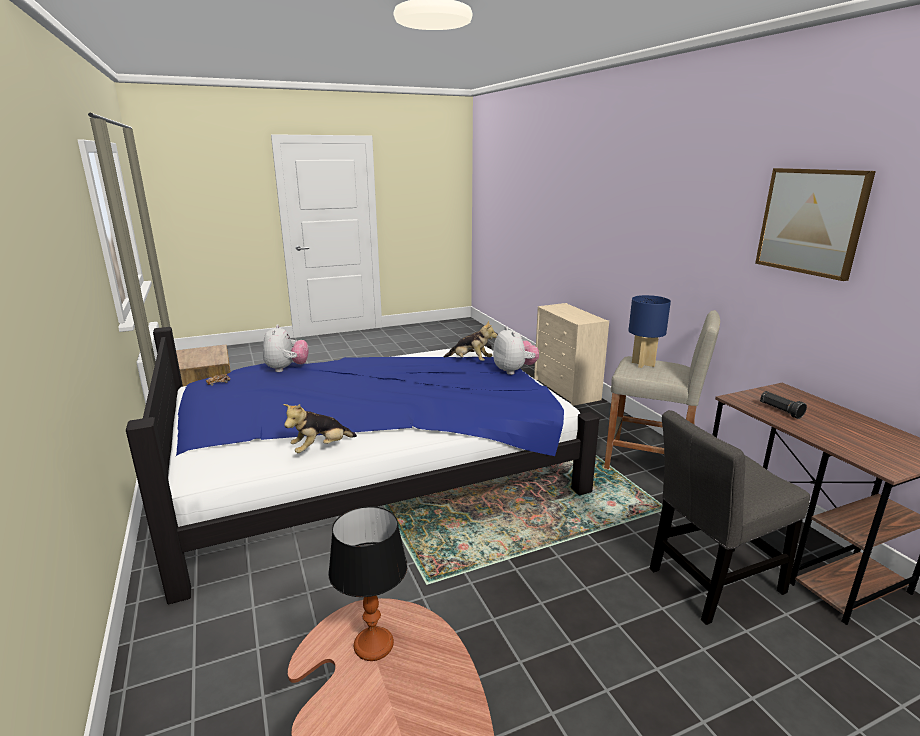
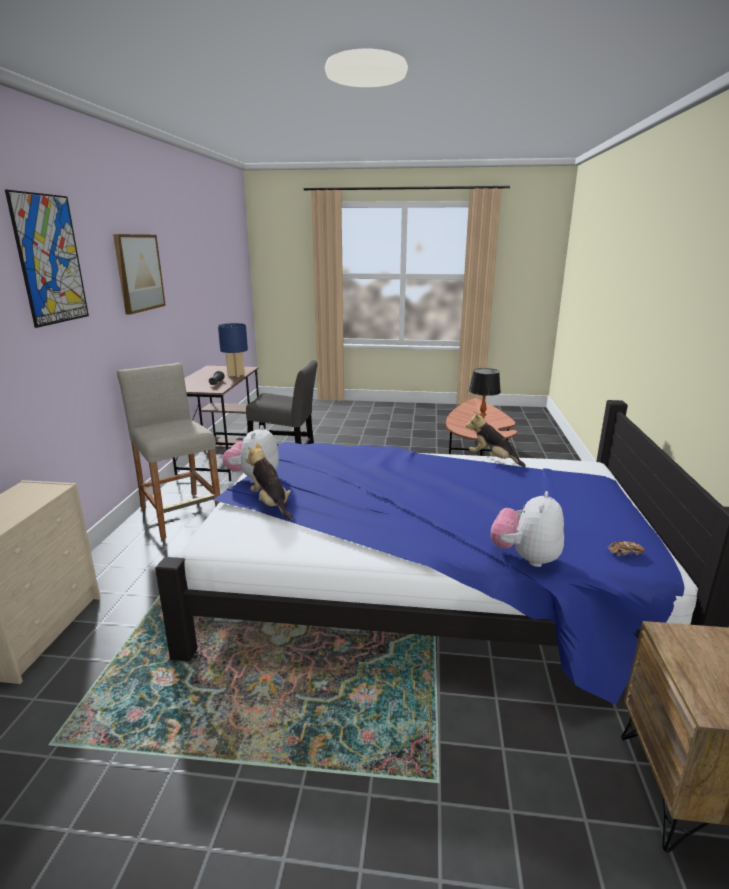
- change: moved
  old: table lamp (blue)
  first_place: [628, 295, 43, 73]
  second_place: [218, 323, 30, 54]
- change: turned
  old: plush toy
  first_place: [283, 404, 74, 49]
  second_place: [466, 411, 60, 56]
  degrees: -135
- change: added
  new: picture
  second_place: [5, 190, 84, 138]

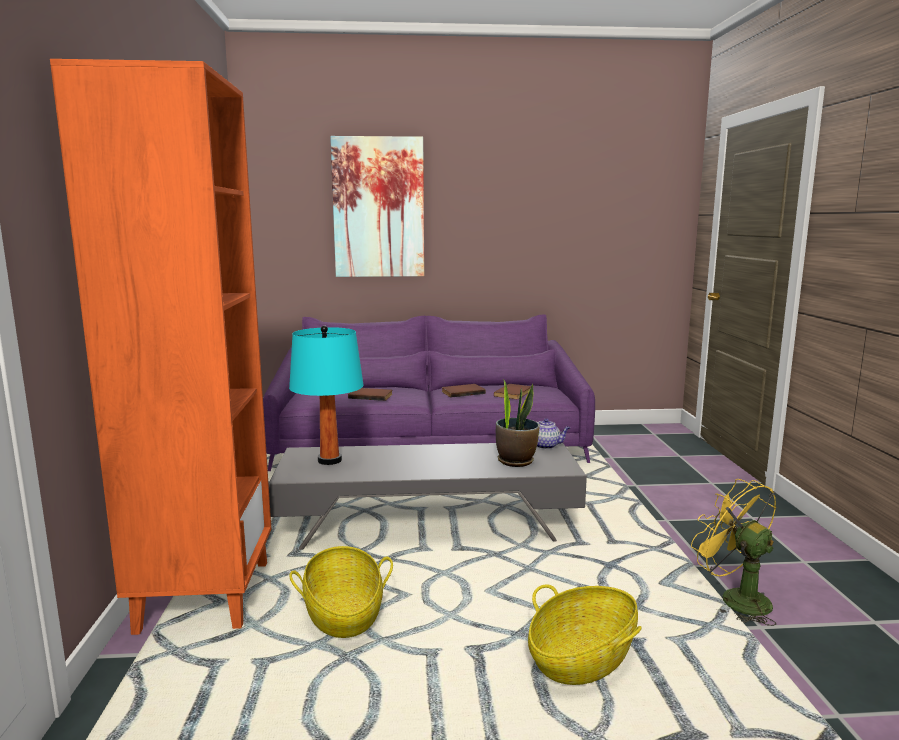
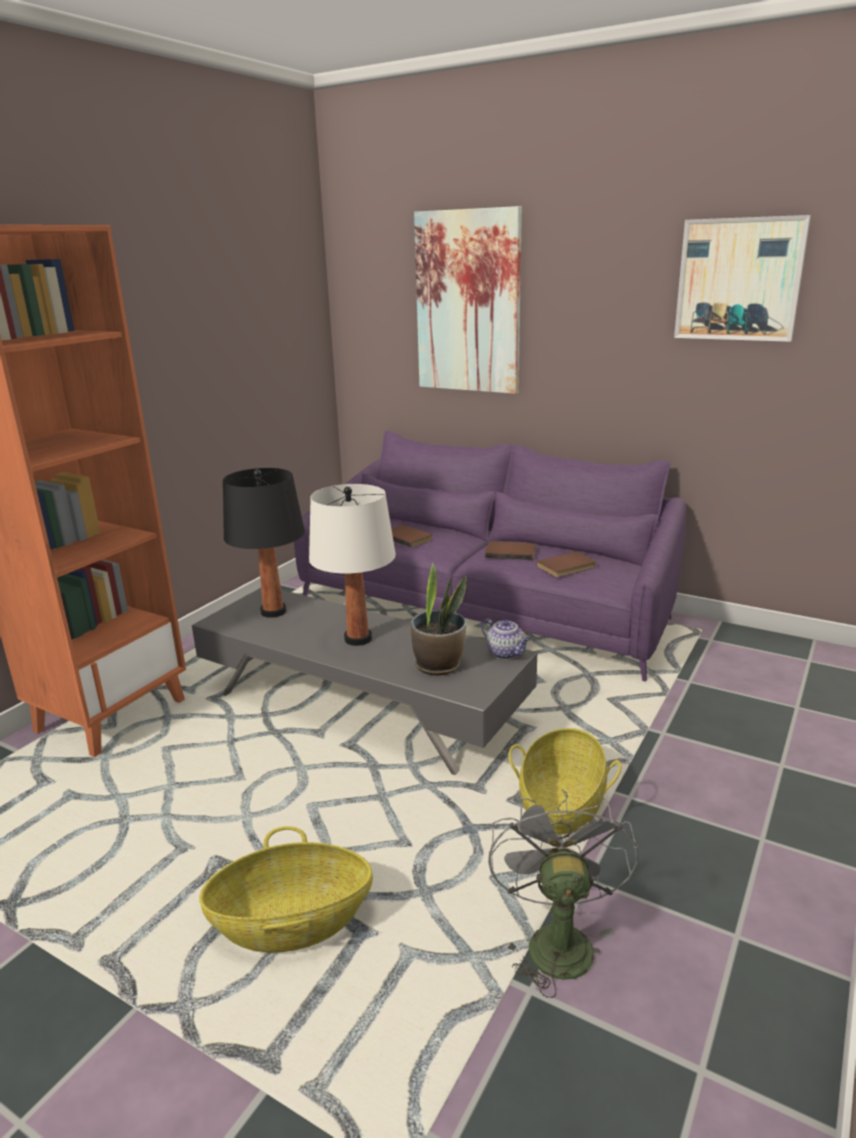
- change: recoloured
  old: table lamp (turquoise)
  new: table lamp (black)
  first_place: [289, 326, 75, 139]
  second_place: [223, 468, 82, 150]
- change: recoloured
  old: fan (yellow)
  new: fan (grey)
  first_place: [691, 479, 85, 147]
  second_place: [488, 789, 150, 209]
- change: moved
  old: basket
  first_place: [289, 546, 104, 92]
  second_place: [508, 728, 114, 106]
- change: added
  new: picture
  second_place: [674, 215, 137, 127]
- change: added
  new: table lamp (white)
  second_place: [309, 484, 87, 162]

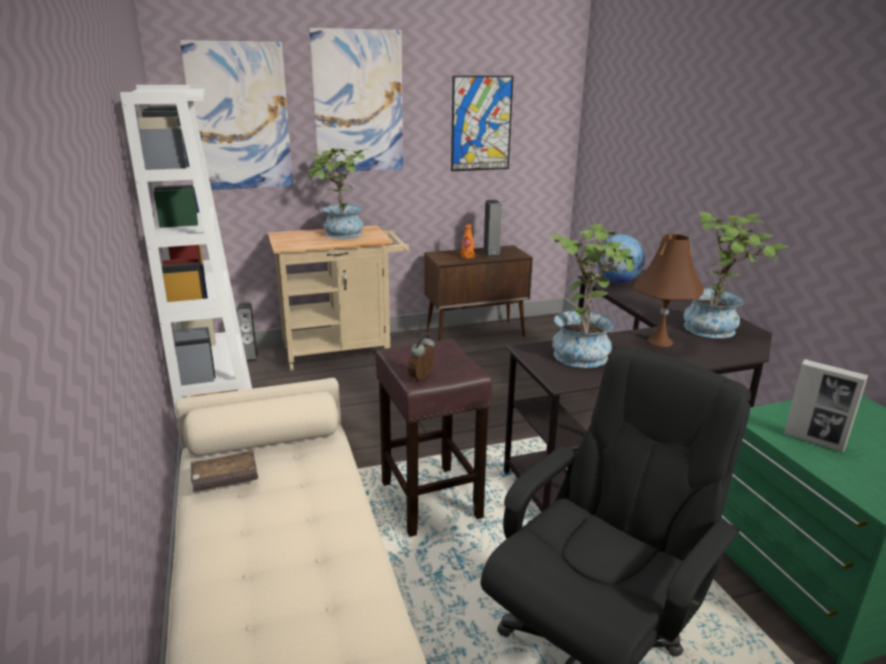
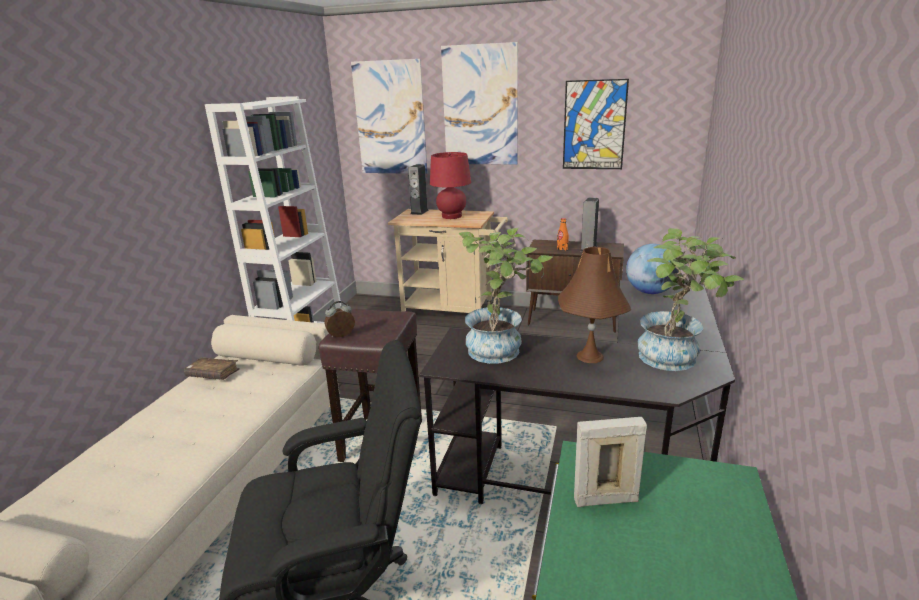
- change: replaced
  old: potted plant
  new: table lamp (red)
  first_place: [308, 148, 59, 91]
  second_place: [430, 152, 41, 67]
- change: moved
  old: speaker
  first_place: [237, 302, 21, 60]
  second_place: [408, 164, 21, 51]
- change: turned
  old: picture frame
  first_place: [784, 359, 84, 93]
  second_place: [574, 417, 73, 90]
  degrees: 105

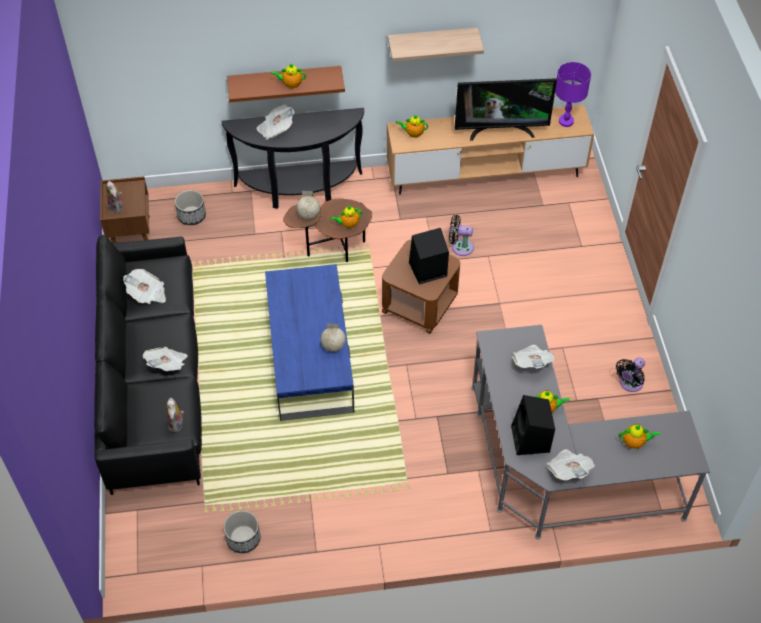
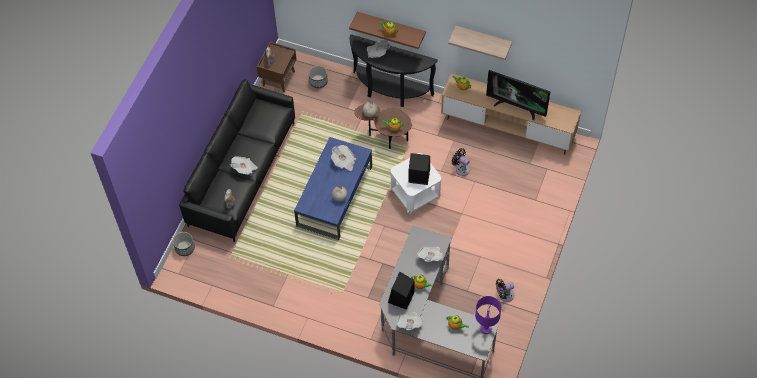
- change: moved
  old: table lamp (purple)
  first_place: [555, 62, 36, 65]
  second_place: [475, 296, 26, 38]
- change: recoloured
  old: side table (brown)
  new: side table (white)
  first_place: [382, 240, 78, 94]
  second_place: [390, 153, 51, 61]
- change: moved
  old: newspaper
  first_place: [123, 269, 43, 35]
  second_place: [331, 145, 25, 26]
- change: moved
  old: planter
  first_place: [223, 510, 37, 43]
  second_place: [173, 232, 22, 24]

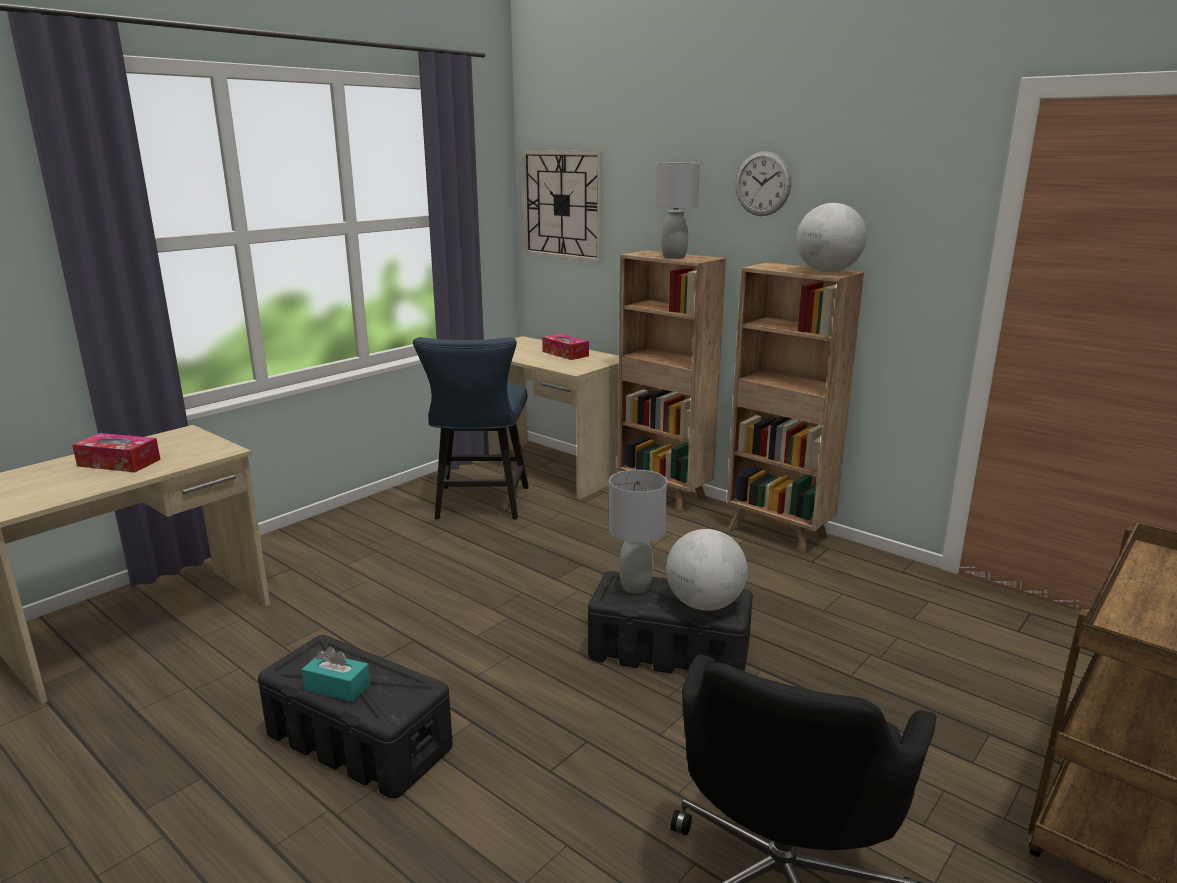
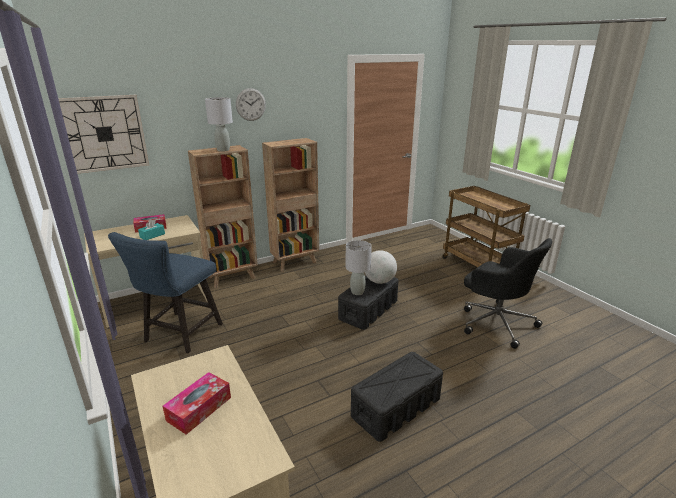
- change: removed
  old: globe
  first_place: [796, 203, 71, 69]
- change: turned
  old: chair (blue)
  first_place: [413, 337, 116, 183]
  second_place: [108, 232, 115, 121]
  degrees: 90
- change: moved
  old: tissue box (turquoise)
  first_place: [302, 647, 68, 55]
  second_place: [138, 219, 27, 21]

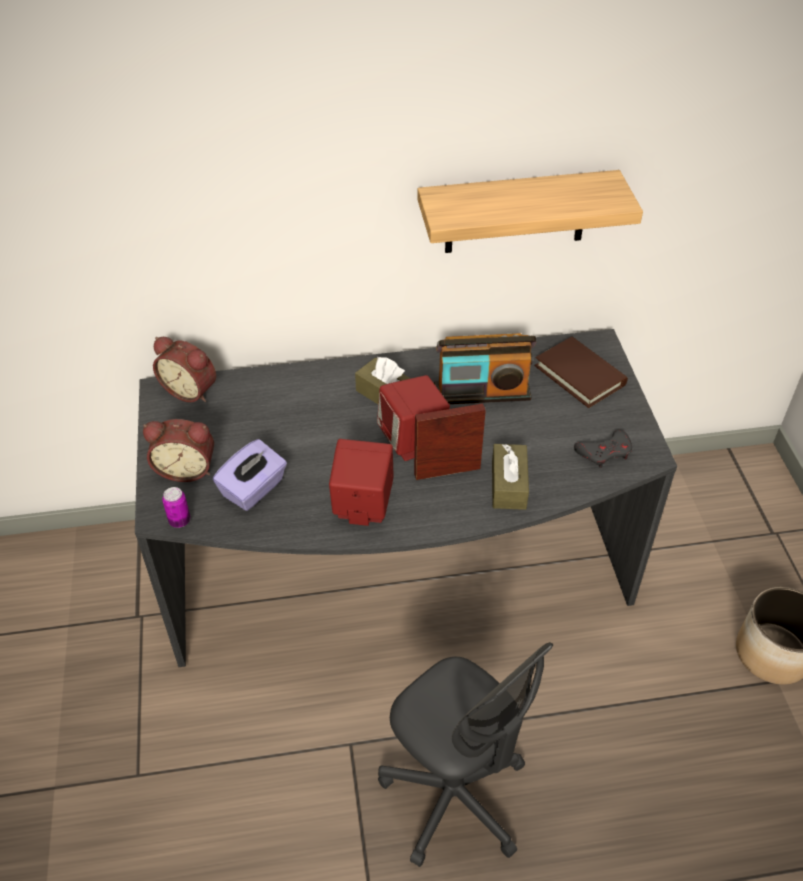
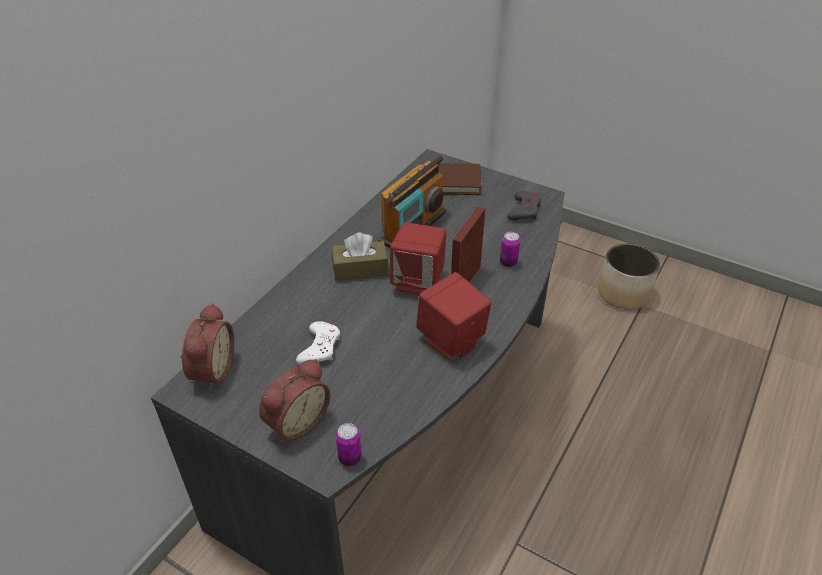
- change: removed
  old: shelf
  first_place: [417, 170, 226, 83]
- change: turned
  old: alarm clock
  first_place: [153, 337, 63, 65]
  second_place: [181, 303, 53, 87]
  degrees: -60
- change: removed
  old: tissue box (purple)
  first_place: [213, 439, 74, 72]
- change: replaced
  old: tissue box (brown)
  new: can
  first_place: [492, 444, 37, 66]
  second_place: [500, 232, 20, 35]
- change: removed
  old: office chair (grey)
  first_place: [378, 642, 175, 225]
- change: added
  new: game controller (white)
  second_place: [296, 321, 44, 44]

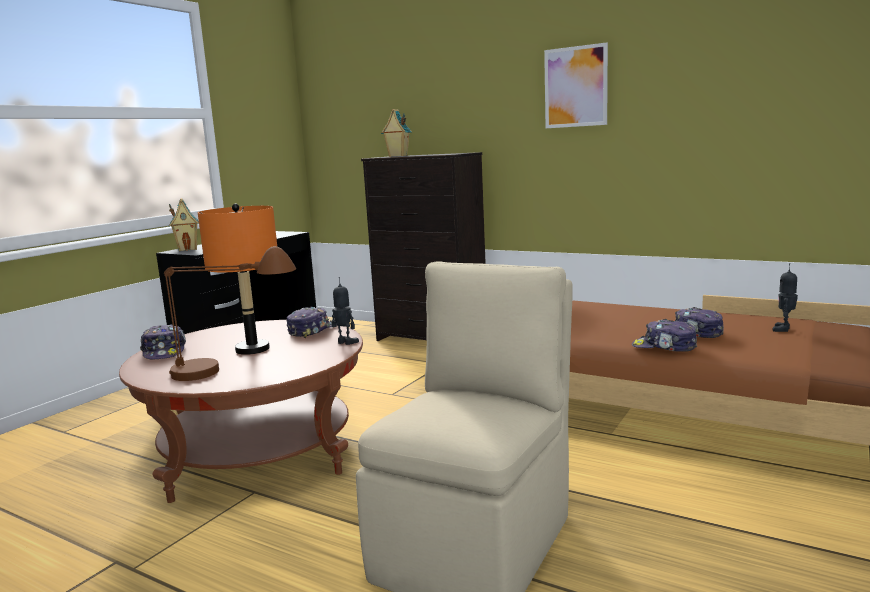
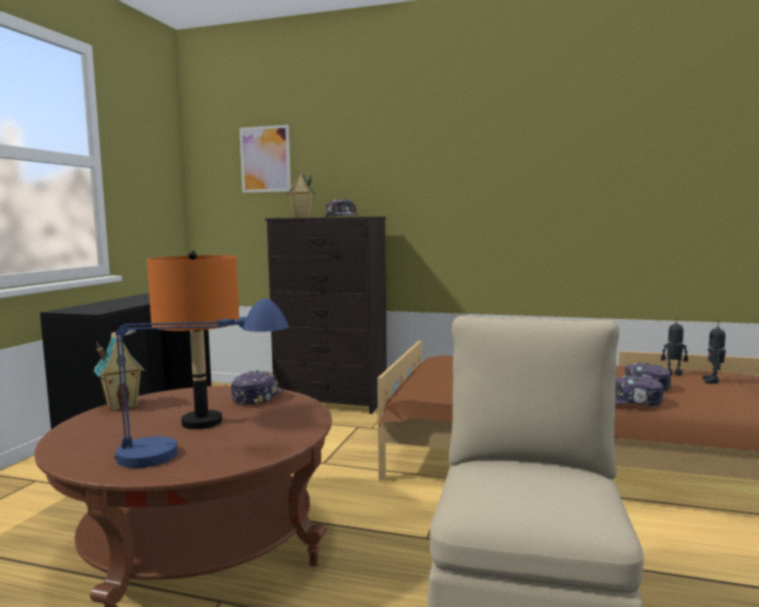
- change: moved
  old: picture
  first_place: [544, 42, 64, 86]
  second_place: [239, 125, 52, 68]
- change: moved
  old: toy house
  first_place: [168, 198, 31, 53]
  second_place: [93, 332, 52, 79]
- change: recoloured
  old: table lamp (brown)
  new: table lamp (blue)
  first_place: [164, 246, 132, 135]
  second_place: [115, 298, 174, 170]
- change: moved
  old: toy robot
  first_place: [332, 277, 27, 68]
  second_place: [661, 316, 27, 60]
- change: moved
  old: cap
  first_place: [140, 324, 46, 35]
  second_place: [325, 199, 34, 18]

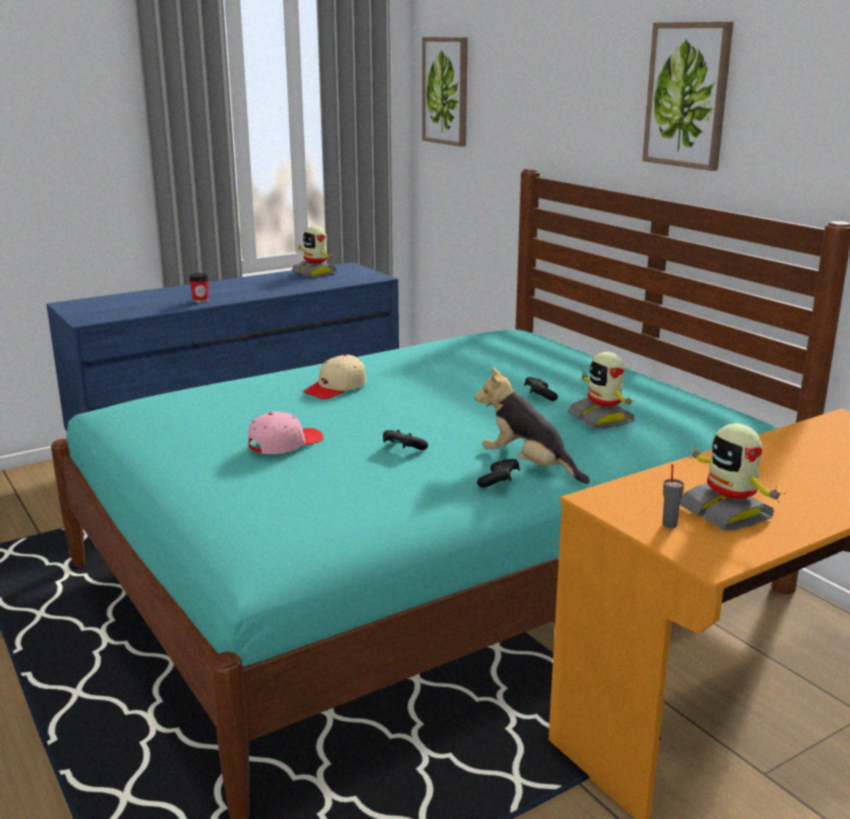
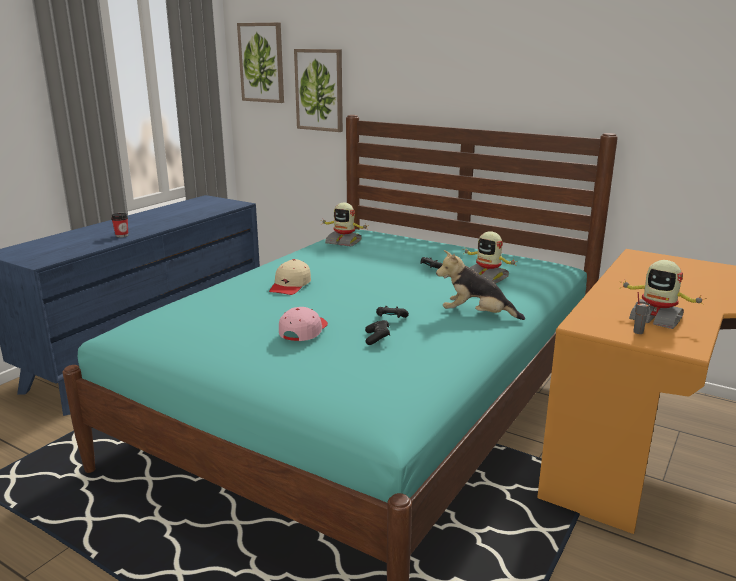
- change: moved
  old: picture
  first_place: [642, 22, 91, 149]
  second_place: [294, 49, 49, 83]
- change: moved
  old: toy robot
  first_place: [292, 226, 45, 52]
  second_place: [321, 202, 48, 44]
- change: moved
  old: game controller (black)
  first_place: [477, 459, 43, 29]
  second_place: [365, 320, 25, 25]

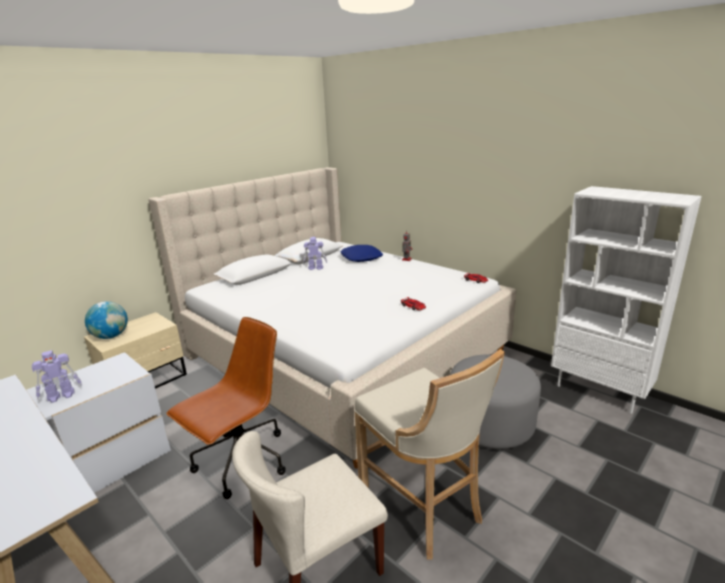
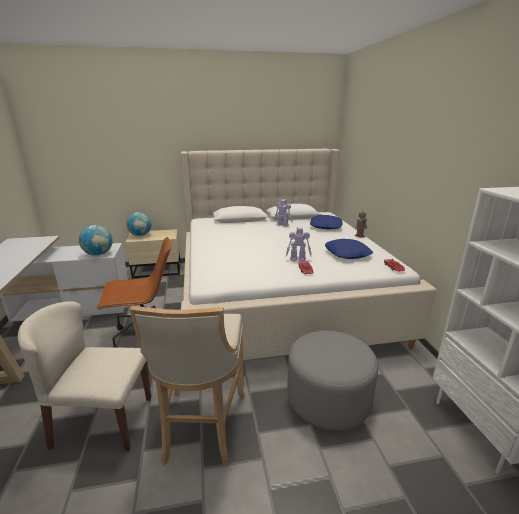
- change: moved
  old: toy robot
  first_place: [32, 350, 50, 53]
  second_place: [286, 227, 25, 35]
- change: added
  new: globe
  second_place: [79, 225, 34, 31]
- change: added
  new: pillow (blue)
  second_place: [325, 239, 48, 20]

